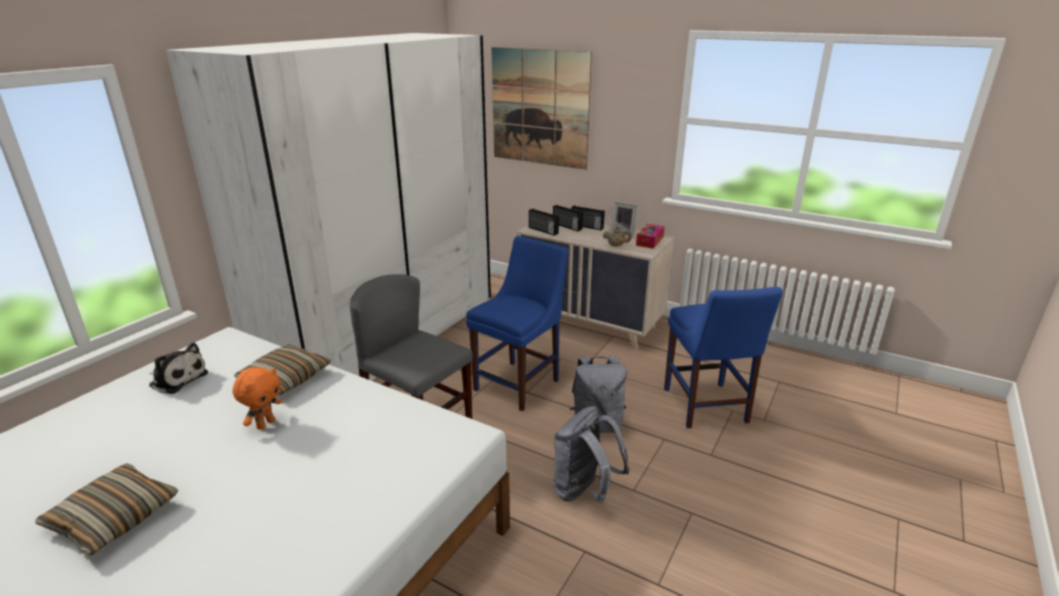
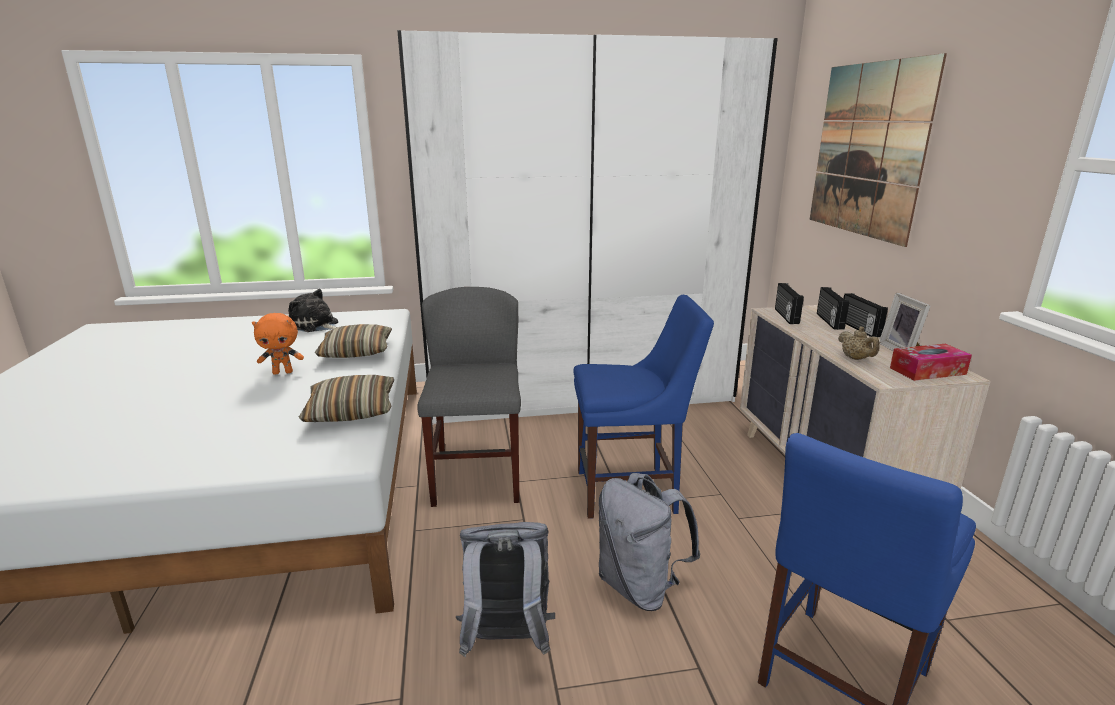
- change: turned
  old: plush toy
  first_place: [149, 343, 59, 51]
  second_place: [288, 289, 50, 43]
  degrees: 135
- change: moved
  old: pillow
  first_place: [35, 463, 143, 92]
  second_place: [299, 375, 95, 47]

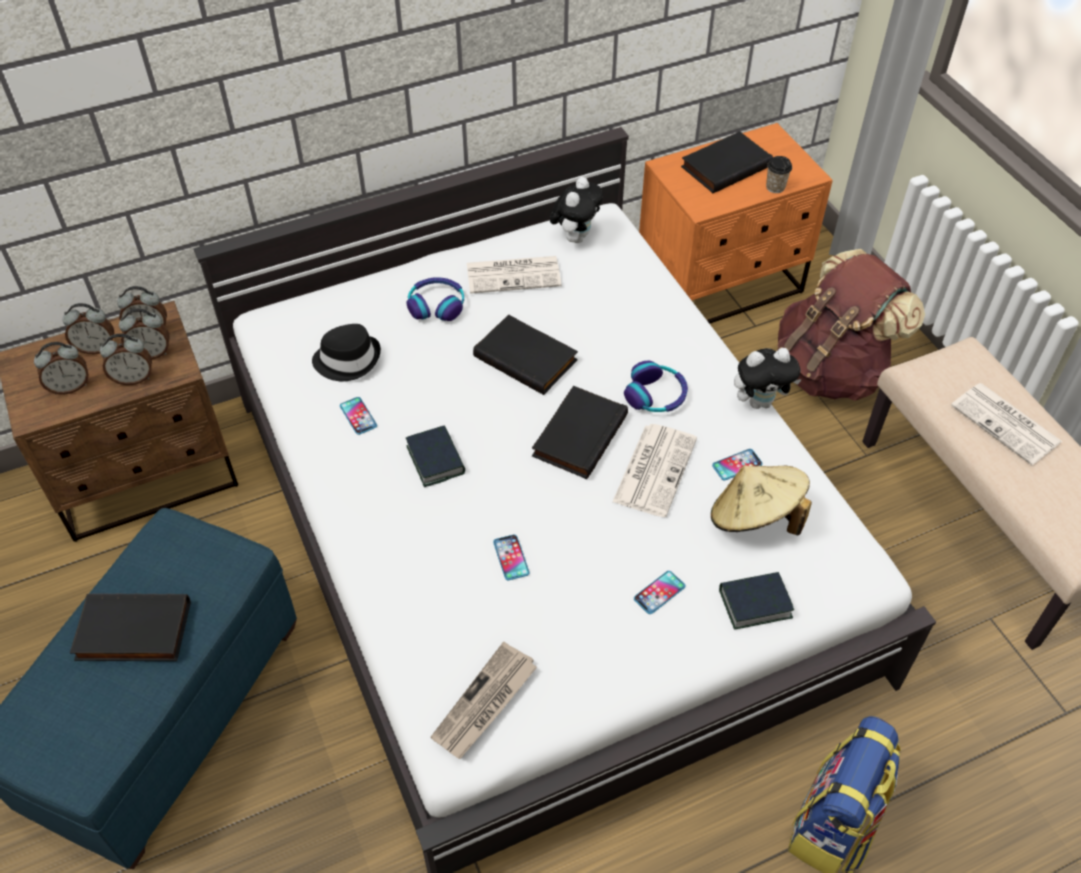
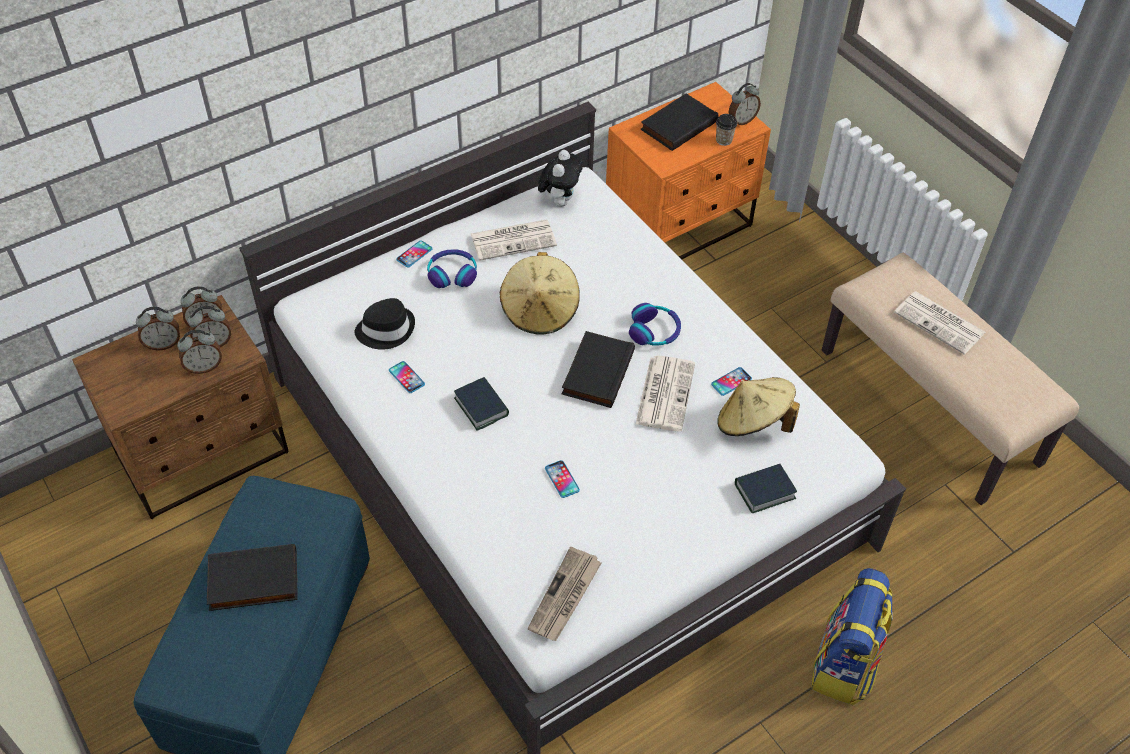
- change: removed
  old: backpack (brown)
  first_place: [777, 249, 148, 152]
- change: replaced
  old: book (black)
  new: hat (beige)
  first_place: [473, 314, 105, 81]
  second_place: [500, 252, 80, 83]
- change: moved
  old: alarm clock
  first_place: [34, 342, 55, 53]
  second_place: [729, 83, 32, 42]
- change: removed
  old: plush toy
  first_place: [734, 348, 68, 61]
- change: moved
  old: phone
  first_place: [634, 571, 51, 43]
  second_place: [396, 240, 37, 28]

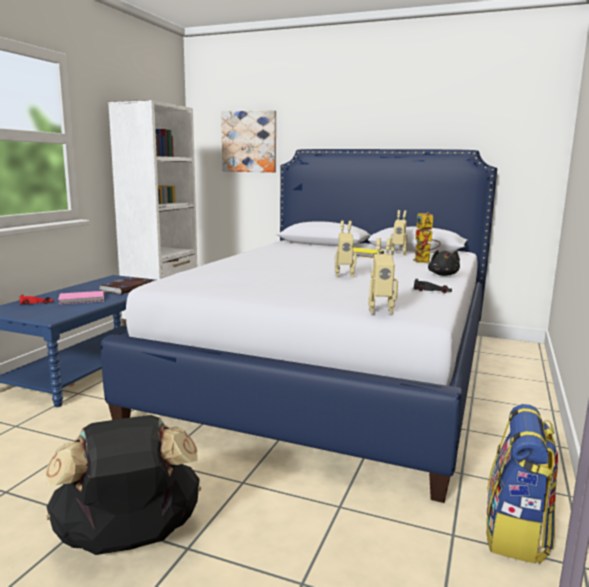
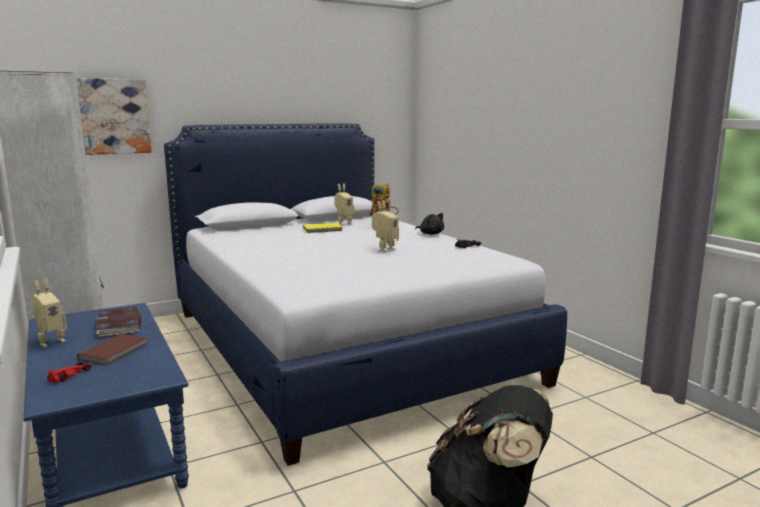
- change: moved
  old: toy robot
  first_place: [368, 238, 30, 75]
  second_place: [32, 278, 35, 69]
- change: recoloured
  old: book (pink)
  new: book (brown)
  first_place: [58, 291, 46, 13]
  second_place: [77, 334, 71, 31]
- change: removed
  old: backpack
  first_place: [487, 404, 71, 160]

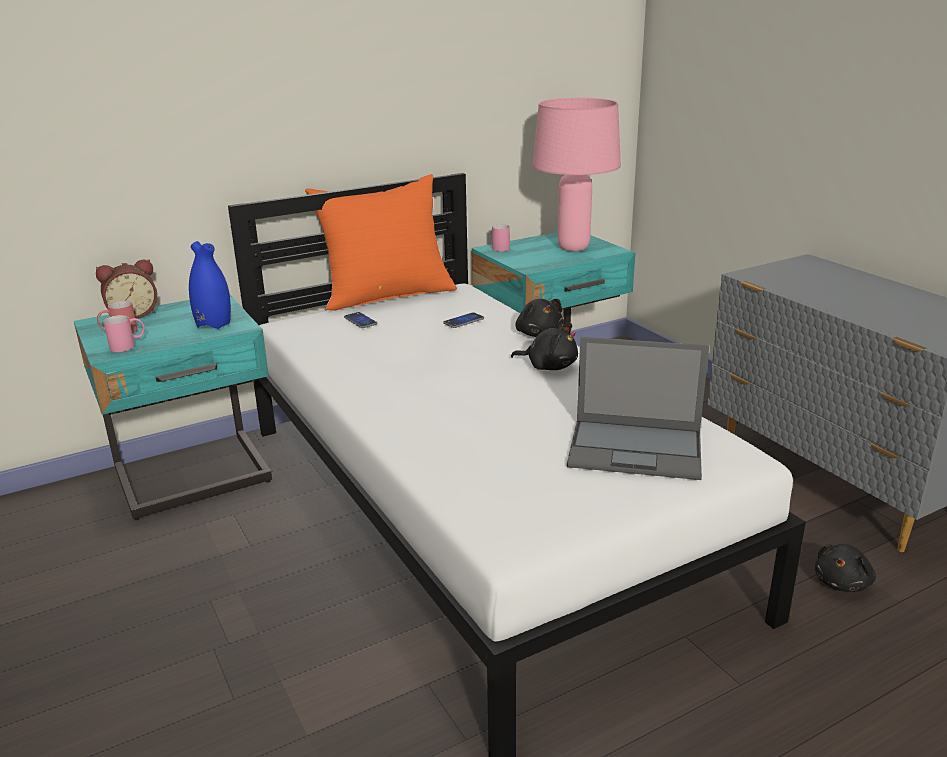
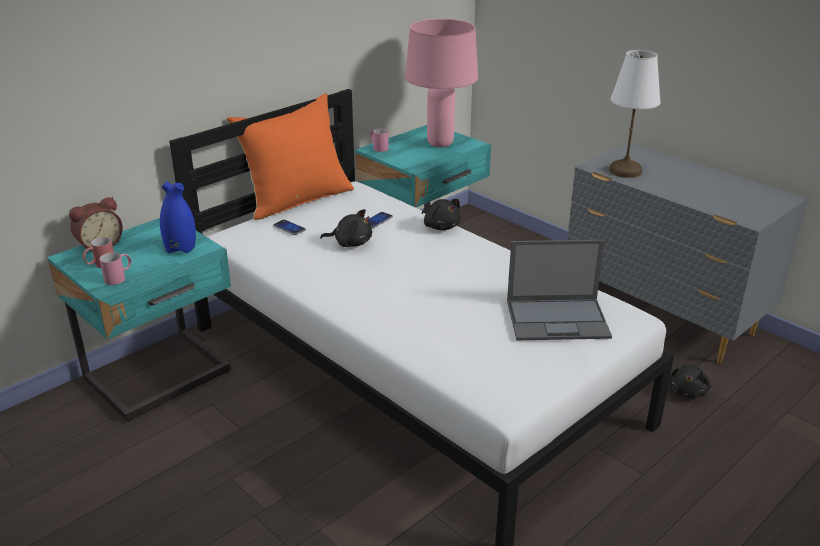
- change: moved
  old: plush toy (black)
  first_place: [511, 323, 67, 47]
  second_place: [320, 209, 52, 38]
- change: added
  new: table lamp (white)
  second_place: [609, 50, 52, 128]

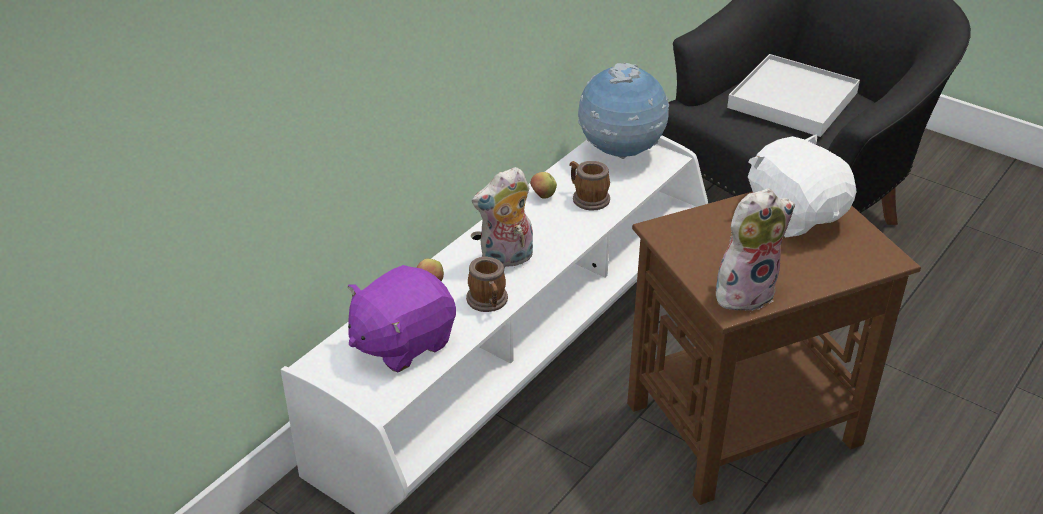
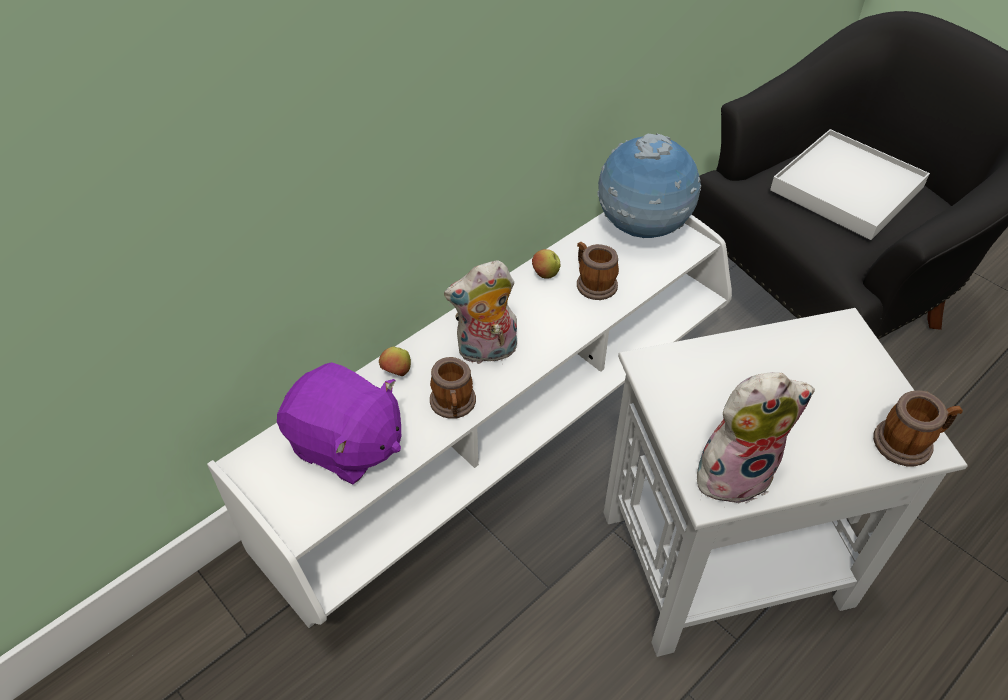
- change: removed
  old: plush toy (white)
  first_place: [748, 134, 109, 103]
- change: recoloured
  old: side table (brown)
  new: side table (white)
  first_place: [627, 191, 294, 314]
  second_place: [604, 308, 364, 349]
- change: turned
  old: plush toy (purple)
  first_place: [348, 265, 108, 108]
  second_place: [277, 362, 124, 123]
  degrees: -120
- change: added
  new: mug
  second_place: [873, 390, 90, 76]

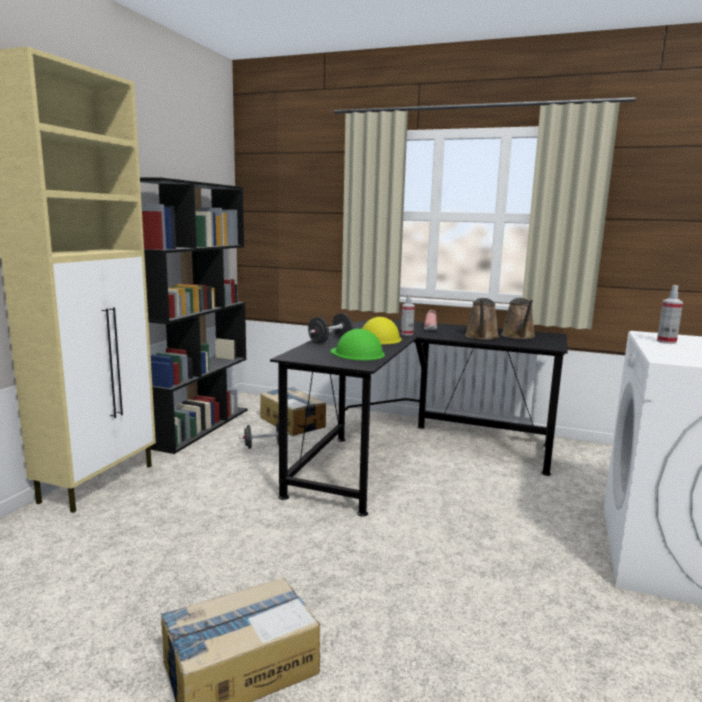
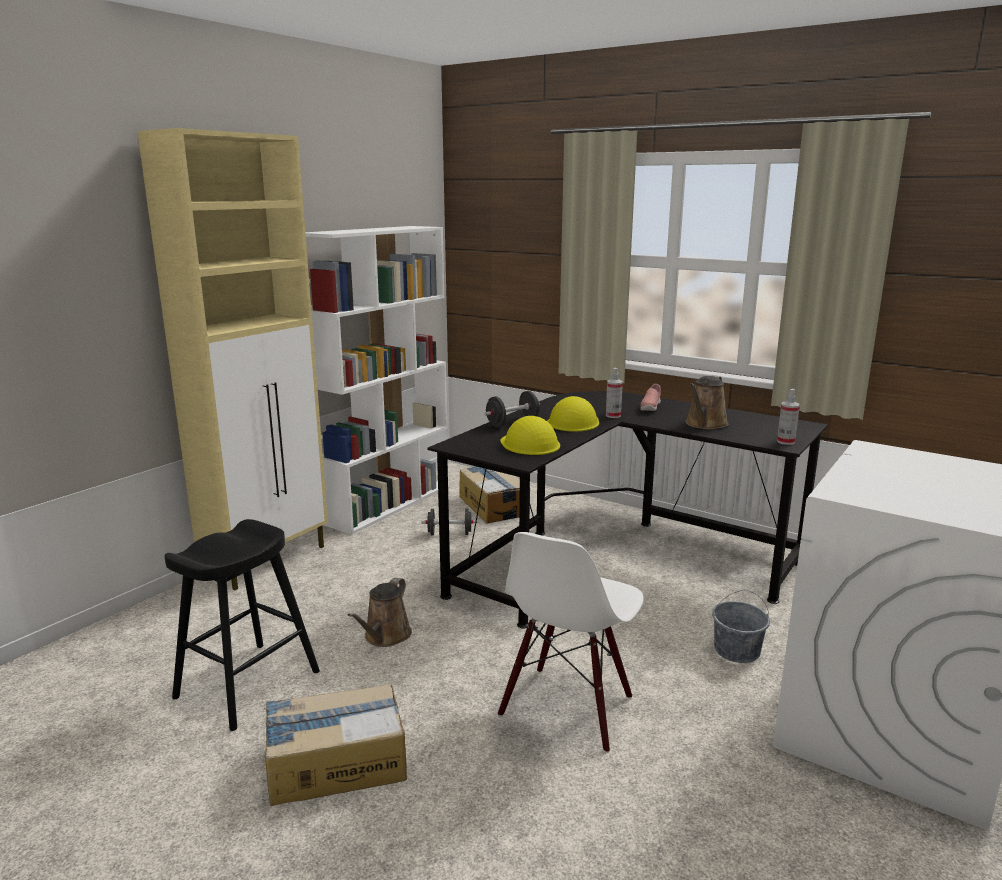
- change: recoloured
  old: bookcase (black)
  new: bookcase (white)
  first_place: [140, 177, 107, 277]
  second_place: [305, 226, 144, 309]
- change: moved
  old: spray bottle
  first_place: [657, 285, 26, 59]
  second_place: [777, 389, 23, 56]
- change: moved
  old: watering can (brown)
  first_place: [501, 298, 34, 41]
  second_place: [348, 578, 64, 69]
- change: recoloured
  old: hard hat (green)
  new: hard hat (yellow)
  first_place: [330, 329, 55, 31]
  second_place: [500, 416, 60, 39]
- change: added
  new: stool (black)
  second_place: [164, 519, 156, 212]
- change: added
  new: chair (white)
  second_place: [498, 532, 146, 221]
- change: added
  new: bucket (grey)
  second_place: [712, 590, 58, 73]

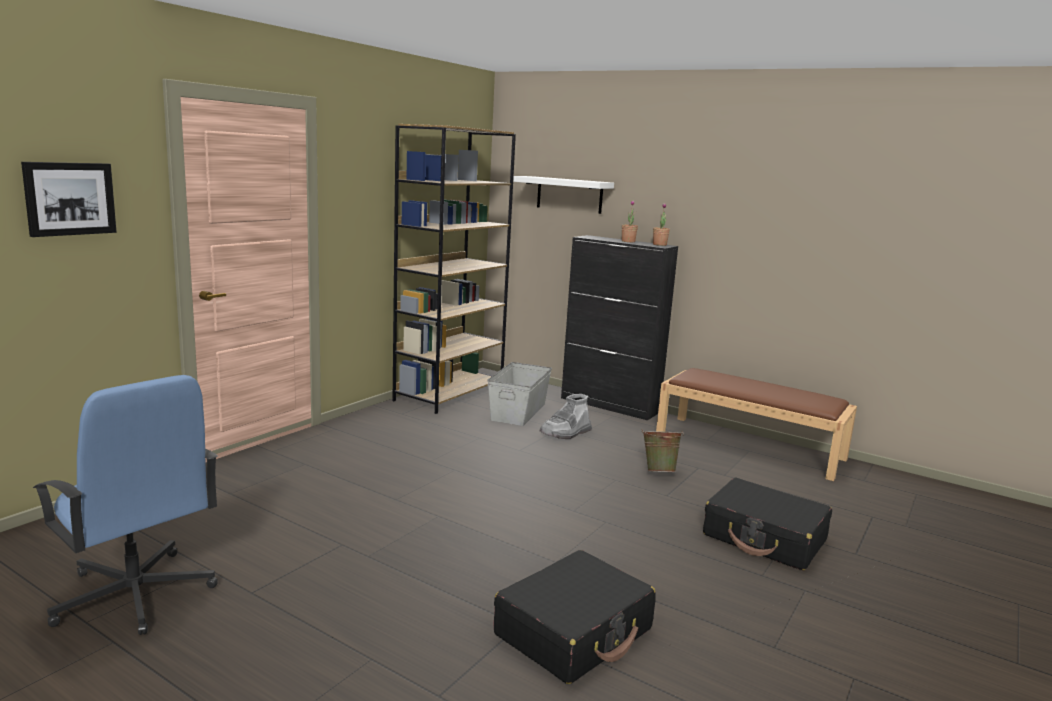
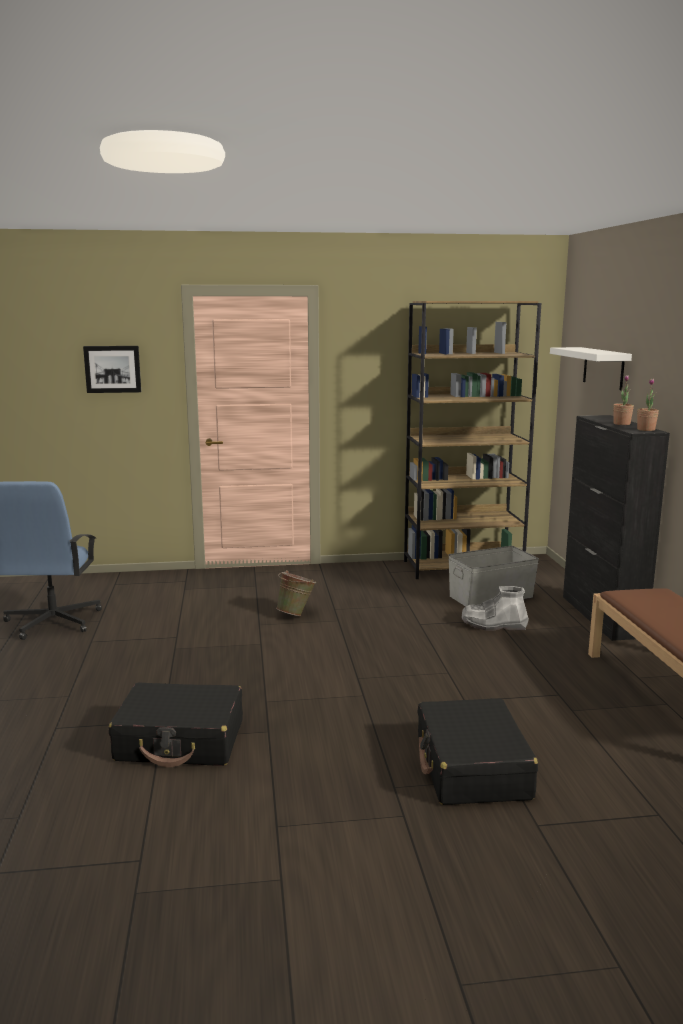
- change: moved
  old: bucket (green)
  first_place: [642, 429, 42, 43]
  second_place: [276, 570, 40, 46]

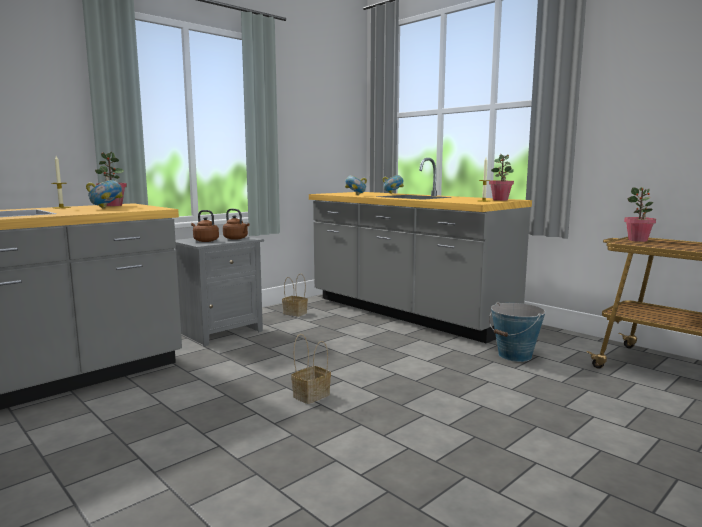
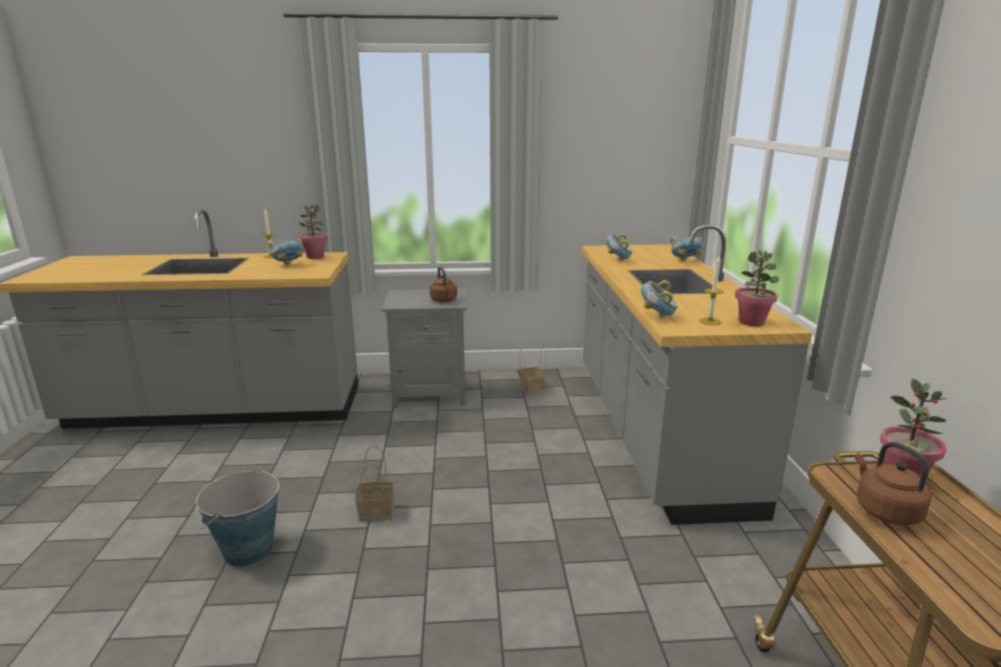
- change: moved
  old: kettle (brown)
  first_place: [191, 210, 28, 32]
  second_place: [855, 442, 77, 83]
- change: moved
  old: bucket
  first_place: [489, 302, 57, 60]
  second_place: [196, 468, 83, 99]
- change: added
  new: bowl
  second_place: [641, 280, 37, 37]

